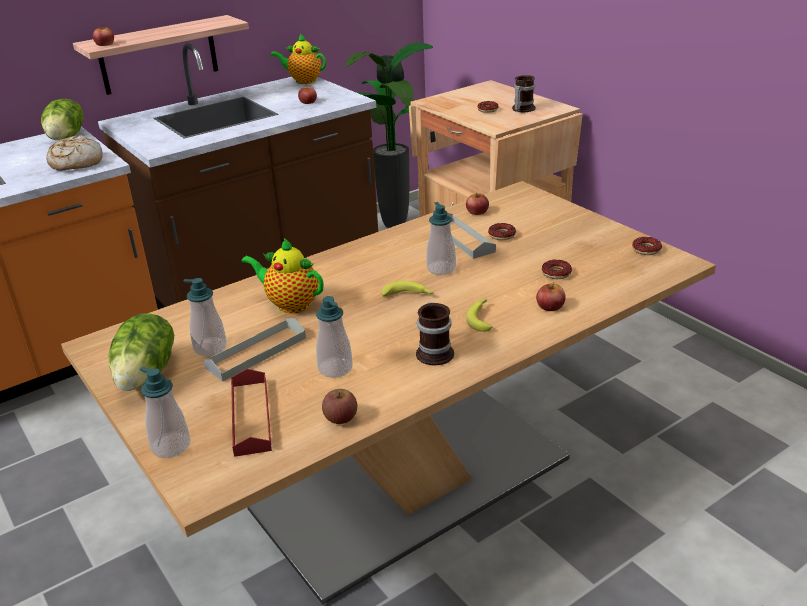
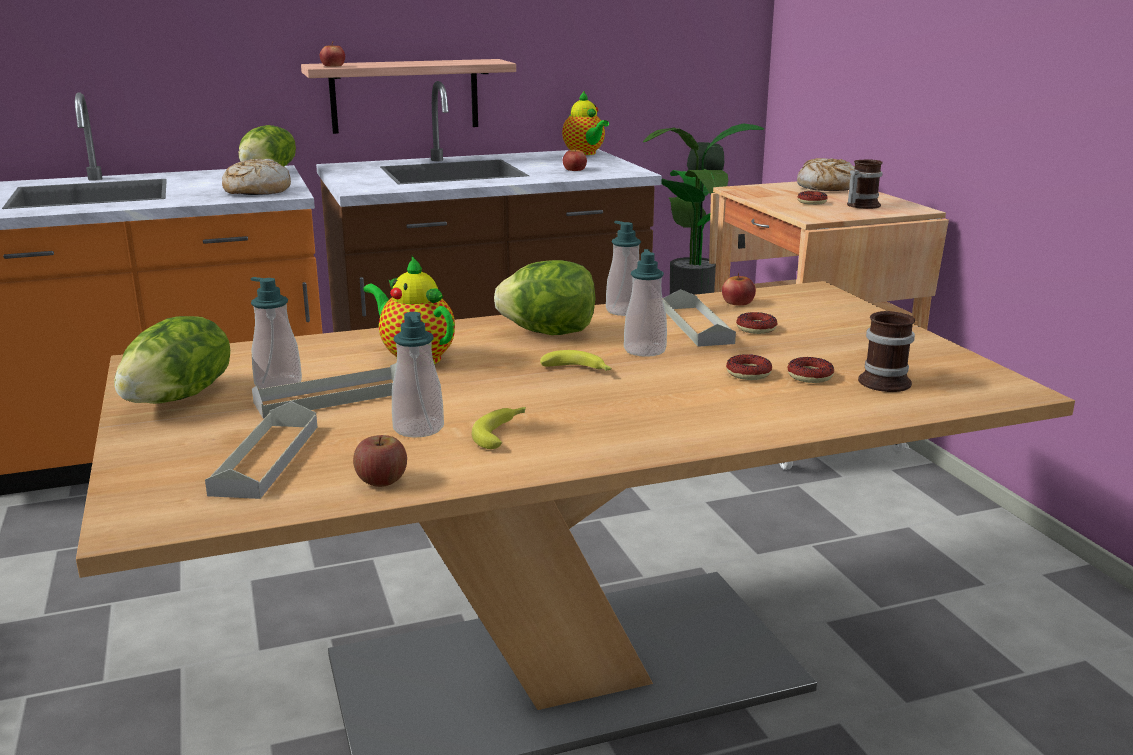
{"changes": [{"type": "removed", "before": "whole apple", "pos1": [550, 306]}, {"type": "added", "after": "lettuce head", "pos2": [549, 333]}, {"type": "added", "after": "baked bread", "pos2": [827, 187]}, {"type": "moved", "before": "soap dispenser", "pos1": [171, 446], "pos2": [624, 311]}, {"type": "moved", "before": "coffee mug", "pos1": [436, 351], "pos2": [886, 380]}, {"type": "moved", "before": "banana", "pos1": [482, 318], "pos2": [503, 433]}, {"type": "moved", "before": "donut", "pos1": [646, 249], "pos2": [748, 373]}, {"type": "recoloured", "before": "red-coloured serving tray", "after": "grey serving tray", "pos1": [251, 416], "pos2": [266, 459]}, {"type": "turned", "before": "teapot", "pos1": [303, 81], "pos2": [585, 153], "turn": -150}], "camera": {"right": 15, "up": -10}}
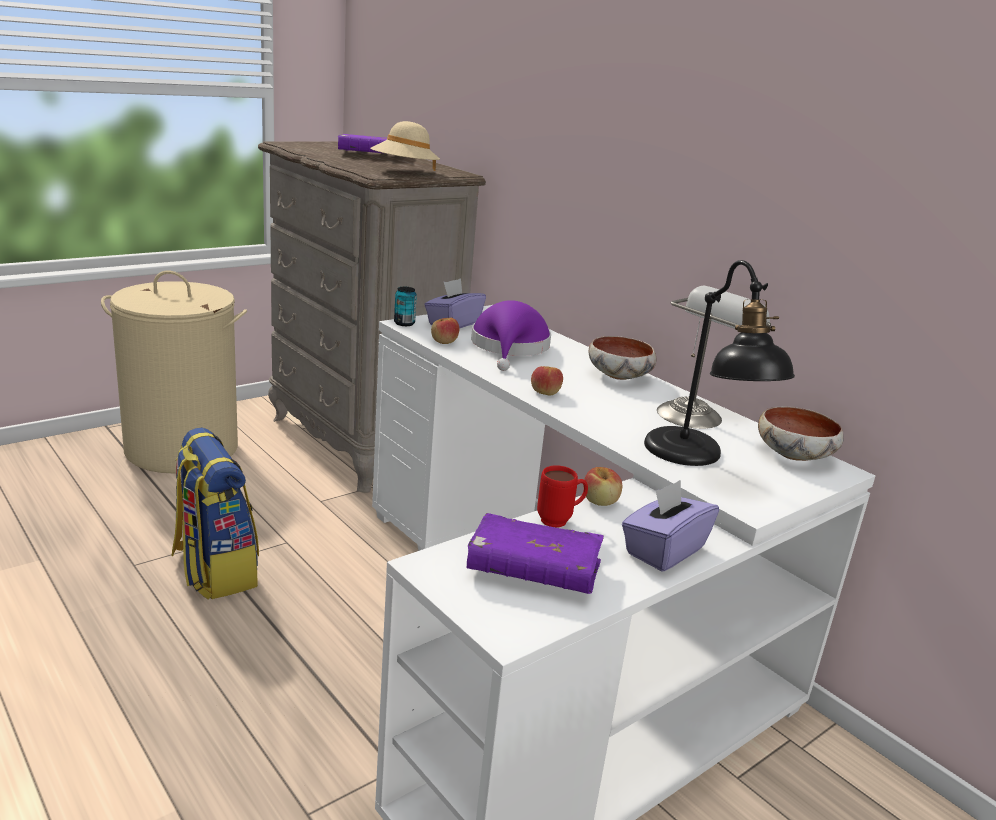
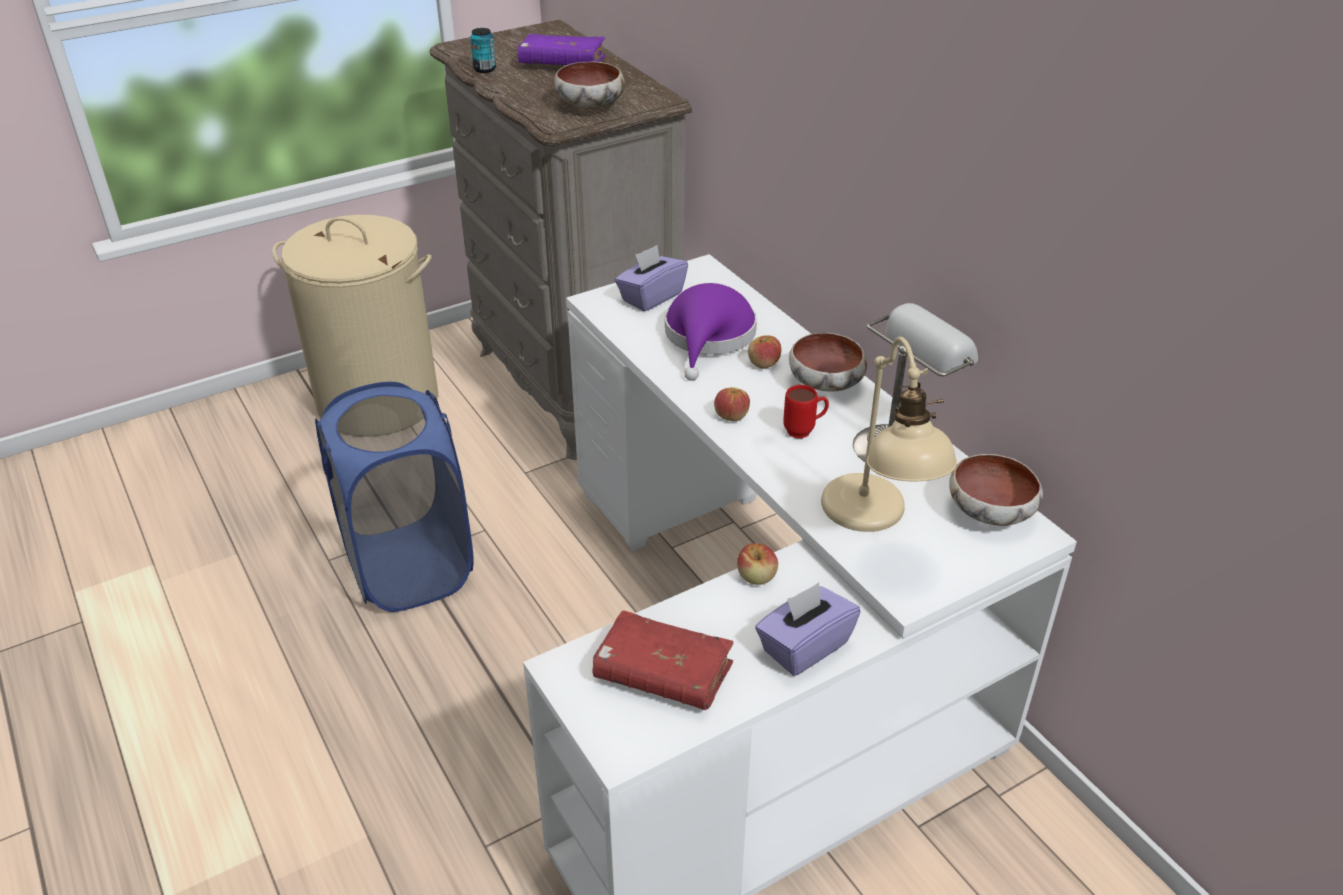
{"changes": [{"type": "moved", "before": "can", "pos1": [404, 323], "pos2": [484, 69]}, {"type": "moved", "before": "whole apple", "pos1": [444, 342], "pos2": [763, 363]}, {"type": "moved", "before": "red-coloured coffee mug", "pos1": [560, 520], "pos2": [804, 431]}, {"type": "replaced", "before": "backpack", "after": "bluish washing basket", "pos1": [214, 570], "pos2": [408, 567]}, {"type": "replaced", "before": "beige-coloured hat", "after": "deep dish", "pos1": [404, 171], "pos2": [591, 106]}, {"type": "recoloured", "before": "purplish book", "after": "red-coloured book", "pos1": [533, 570], "pos2": [662, 673]}, {"type": "recoloured", "before": "black-coloured table lamp", "after": "beige-coloured table lamp", "pos1": [703, 463], "pos2": [878, 528]}], "camera": {"right": 10, "up": 15}}
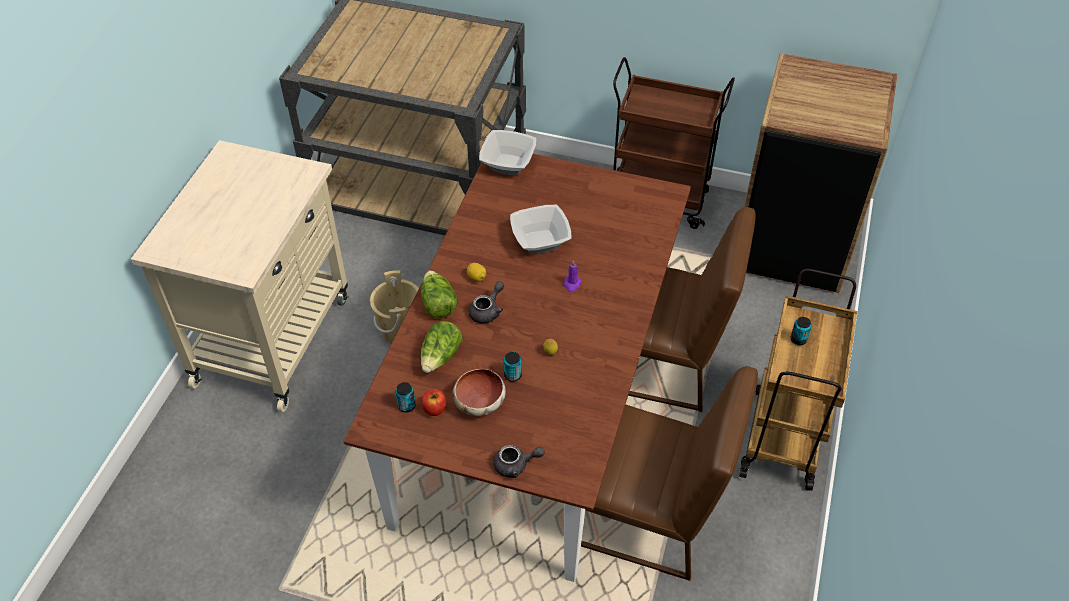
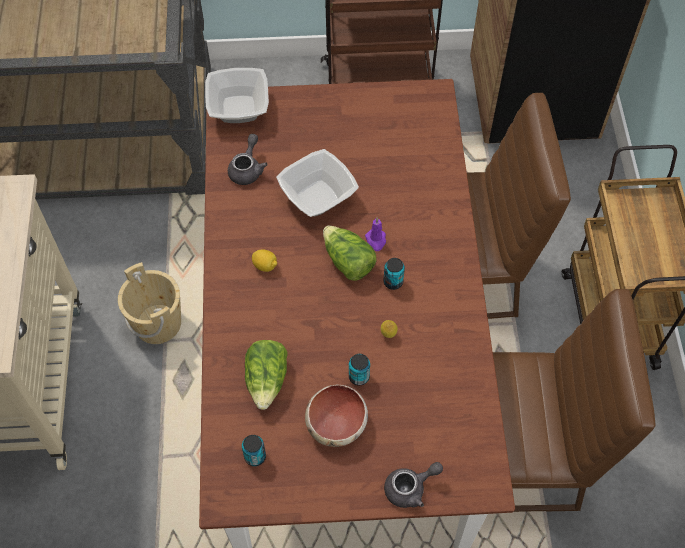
{"changes": [{"type": "removed", "before": "whole apple", "pos1": [434, 409]}, {"type": "moved", "before": "lettuce head", "pos1": [437, 304], "pos2": [347, 261]}, {"type": "moved", "before": "grey teapot", "pos1": [487, 311], "pos2": [247, 169]}, {"type": "moved", "before": "can", "pos1": [798, 339], "pos2": [393, 282]}], "camera": {"right": -20, "up": 10}}
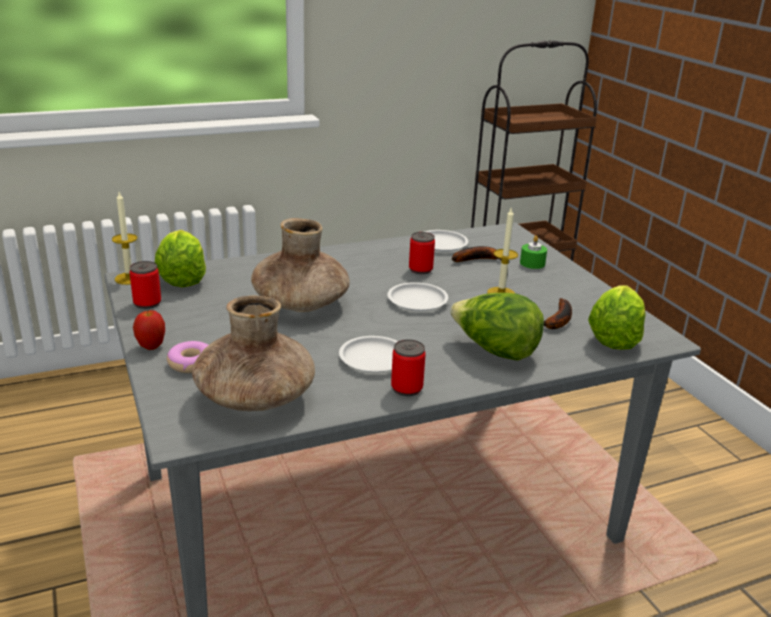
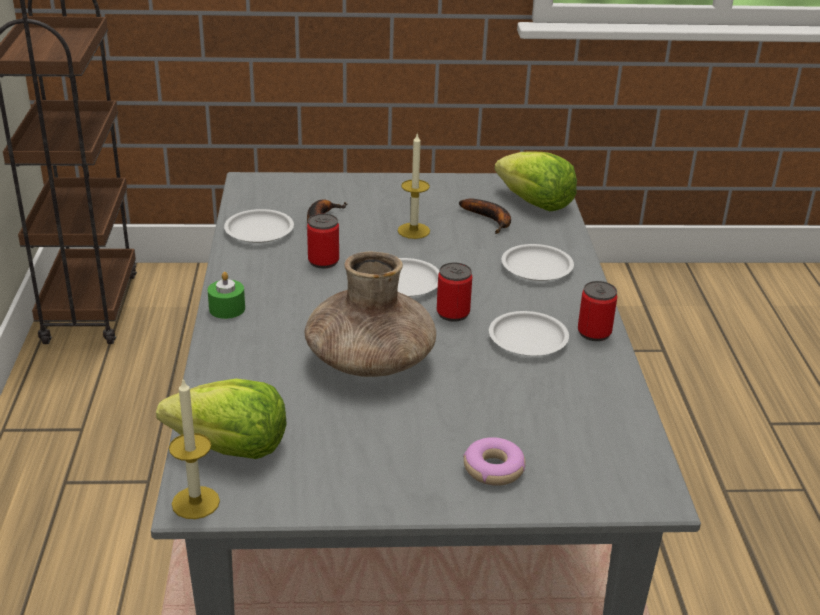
{"changes": [{"type": "removed", "before": "whole apple", "pos1": [151, 347]}, {"type": "removed", "before": "brown-coloured vase", "pos1": [255, 397]}, {"type": "moved", "before": "can", "pos1": [147, 303], "pos2": [453, 313]}, {"type": "moved", "before": "green candle", "pos1": [532, 263], "pos2": [227, 308]}, {"type": "replaced", "before": "lettuce head", "after": "white-coloured flat dish", "pos1": [494, 351], "pos2": [537, 267]}], "camera": {"right": -70, "up": 5}}
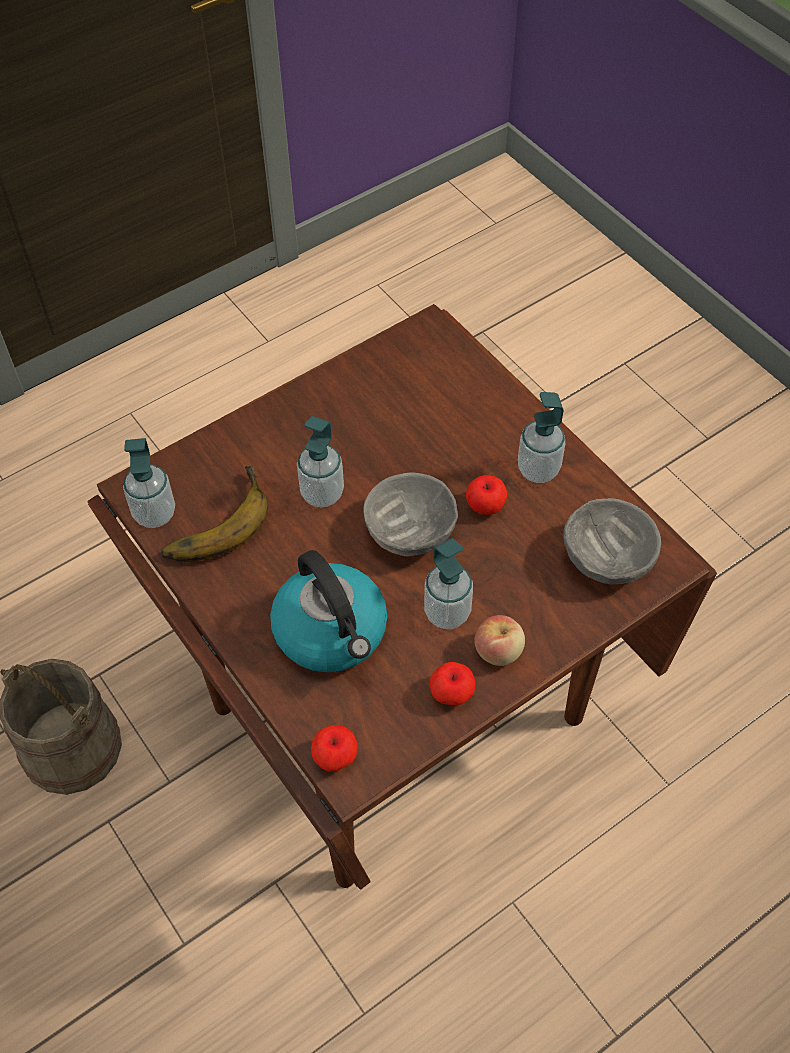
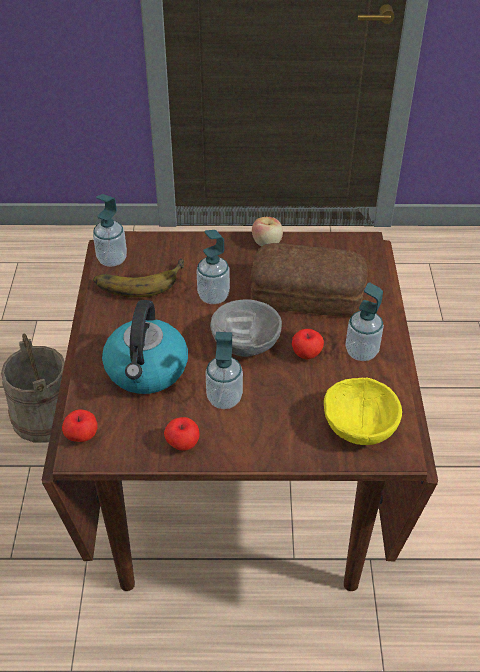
{"changes": [{"type": "added", "after": "baked bread", "pos2": [308, 295]}, {"type": "moved", "before": "whole apple", "pos1": [498, 651], "pos2": [267, 243]}, {"type": "recoloured", "before": "grey deep dish", "after": "yellowish deep dish", "pos1": [607, 559], "pos2": [358, 426]}], "camera": {"right": 35, "up": -10}}
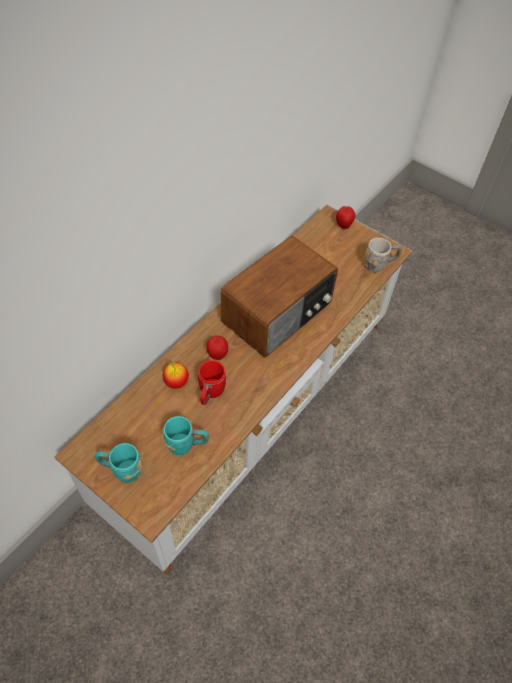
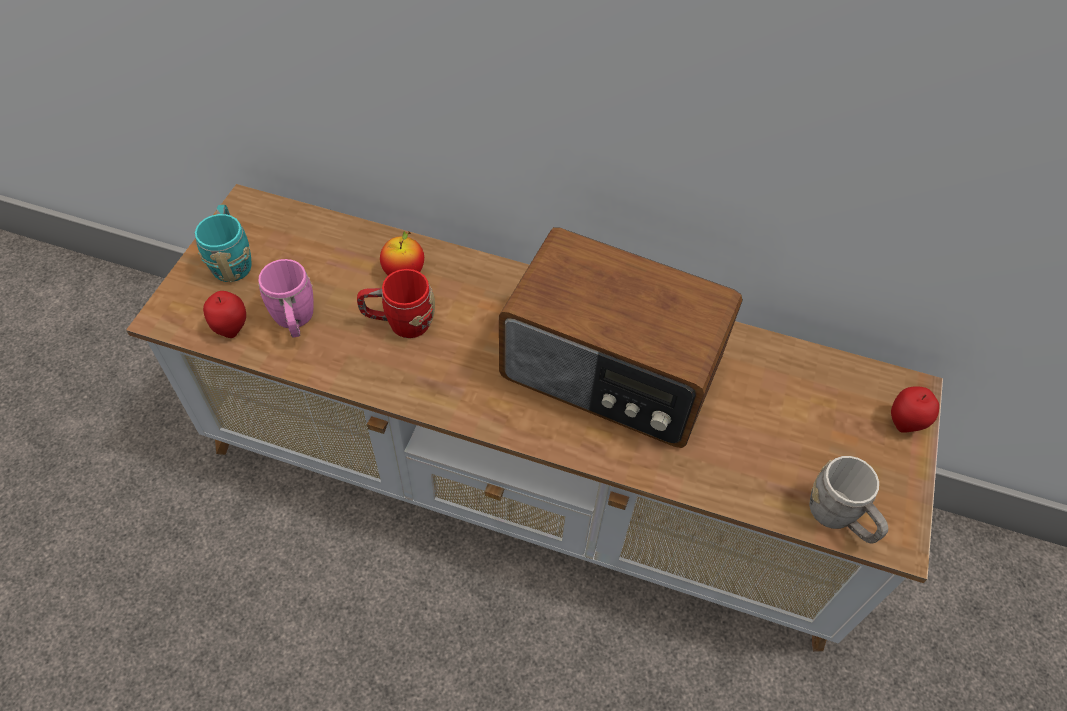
{"changes": [{"type": "moved", "before": "whole apple", "pos1": [217, 355], "pos2": [231, 329]}, {"type": "recoloured", "before": "blue-green coffee mug", "after": "pink-coloured coffee mug", "pos1": [186, 444], "pos2": [295, 321]}], "camera": {"right": 70, "up": 0}}
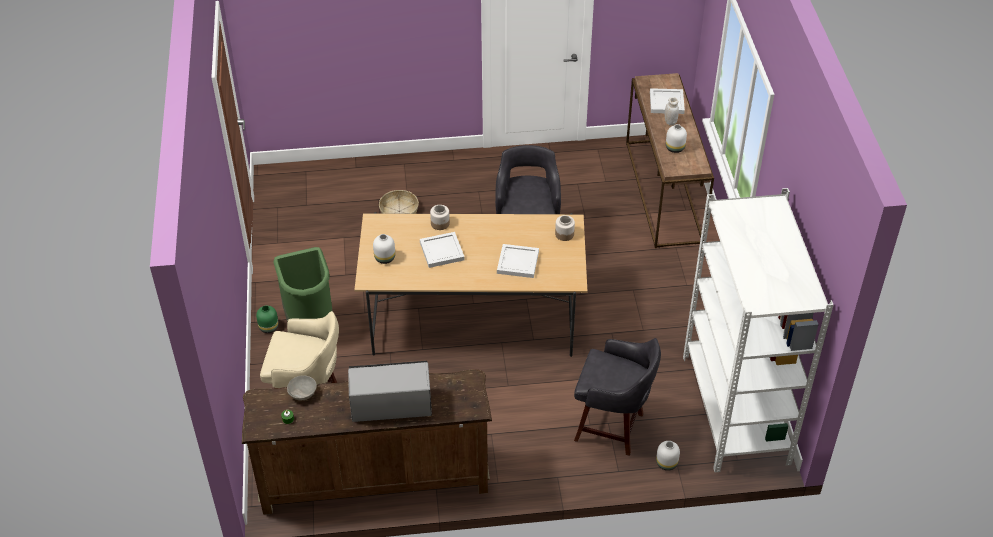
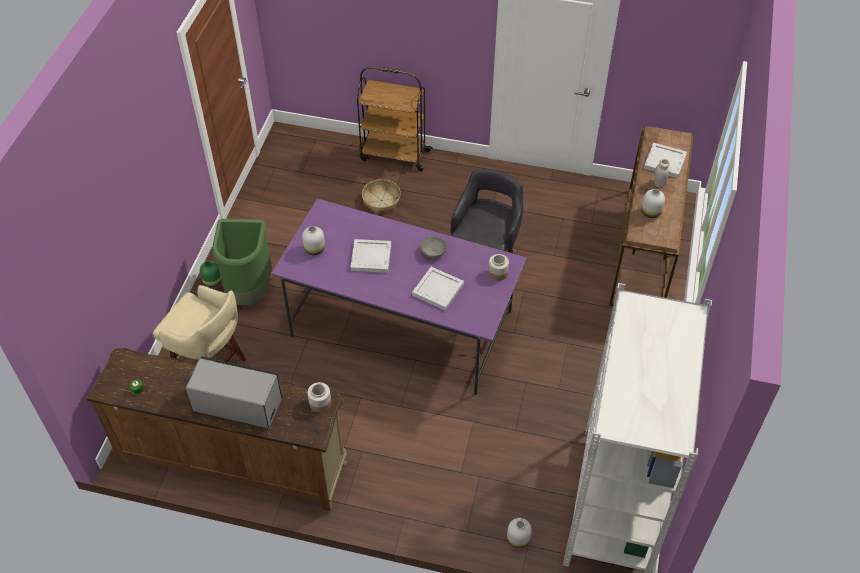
{"changes": [{"type": "removed", "before": "grey sitting stool", "pos1": [612, 428]}, {"type": "added", "after": "brown-coloured trolley", "pos2": [394, 155]}, {"type": "moved", "before": "grey deep dish", "pos1": [303, 393], "pos2": [434, 252]}, {"type": "moved", "before": "storage jar", "pos1": [440, 223], "pos2": [320, 403]}, {"type": "recoloured", "before": "beige-coloured kitchen table", "after": "purplish kitchen table", "pos1": [473, 314], "pos2": [401, 323]}], "camera": {"right": 20, "up": 5}}
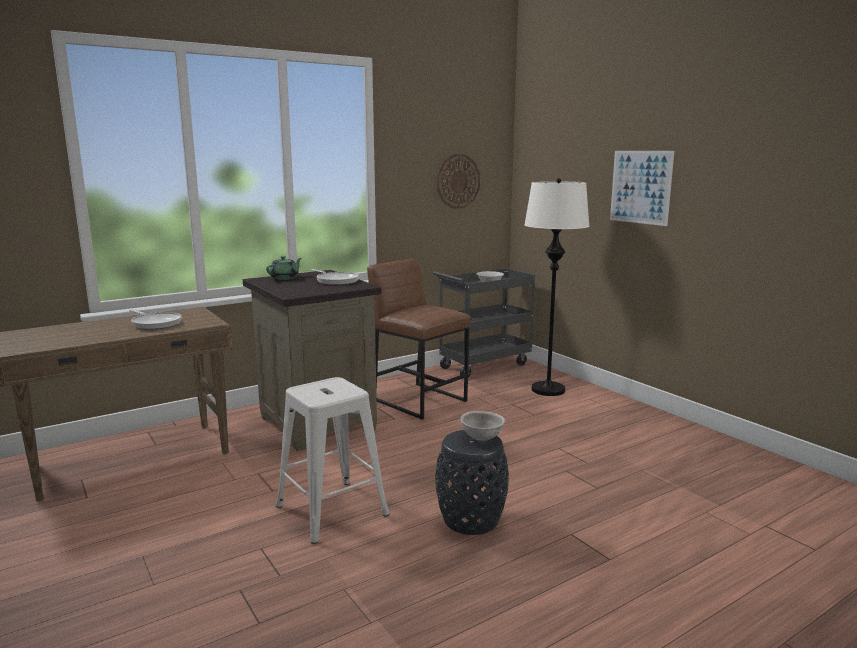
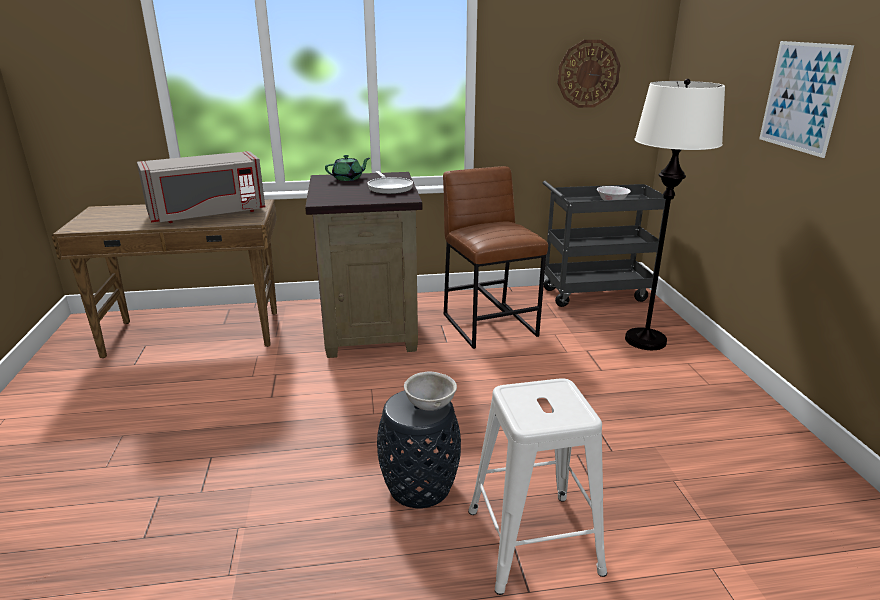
{"changes": [{"type": "moved", "before": "white-coloured sitting stool", "pos1": [331, 510], "pos2": [533, 541]}, {"type": "replaced", "before": "pan", "after": "grey microwave oven", "pos1": [155, 323], "pos2": [208, 214]}], "camera": {"right": 25, "up": 10}}
